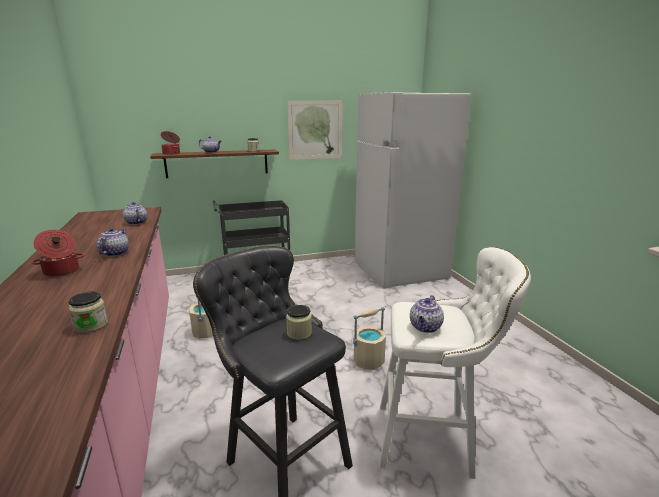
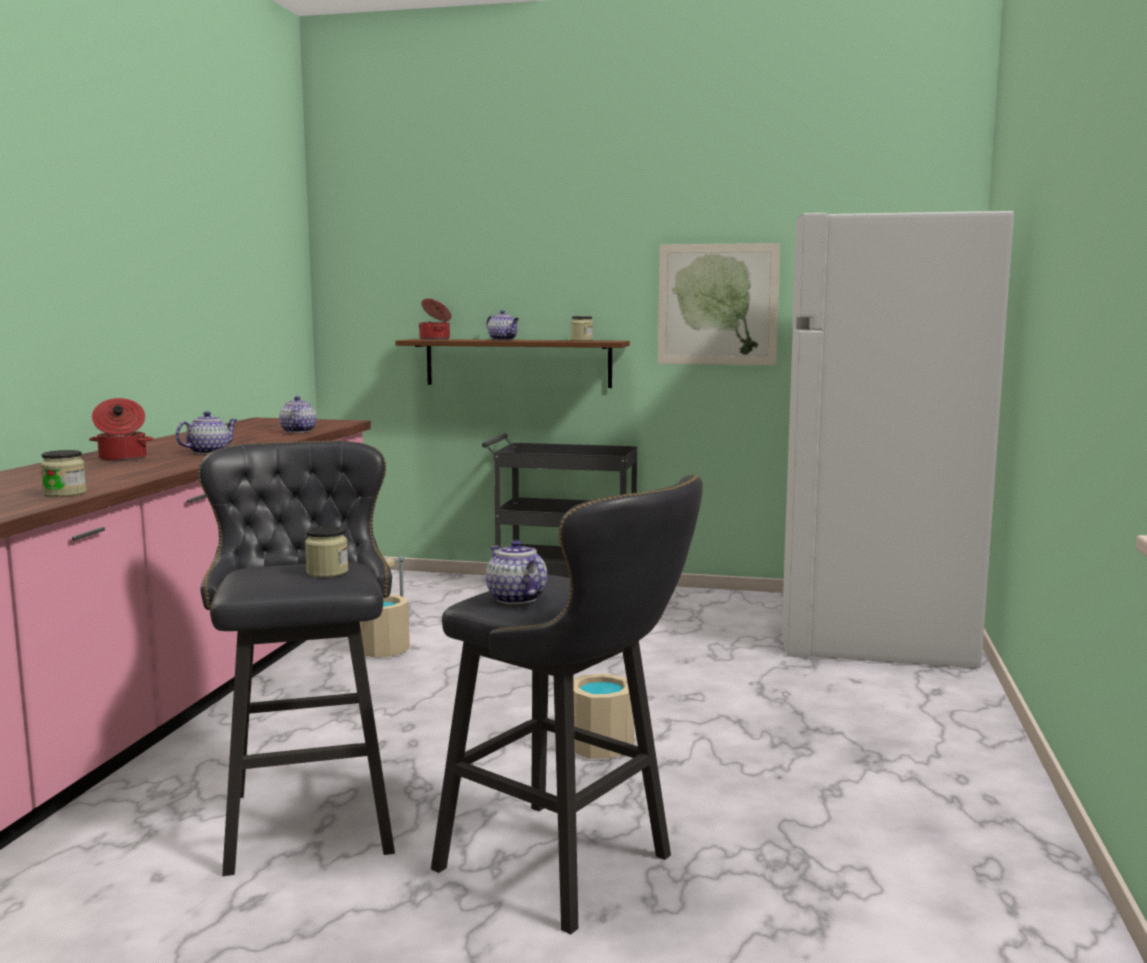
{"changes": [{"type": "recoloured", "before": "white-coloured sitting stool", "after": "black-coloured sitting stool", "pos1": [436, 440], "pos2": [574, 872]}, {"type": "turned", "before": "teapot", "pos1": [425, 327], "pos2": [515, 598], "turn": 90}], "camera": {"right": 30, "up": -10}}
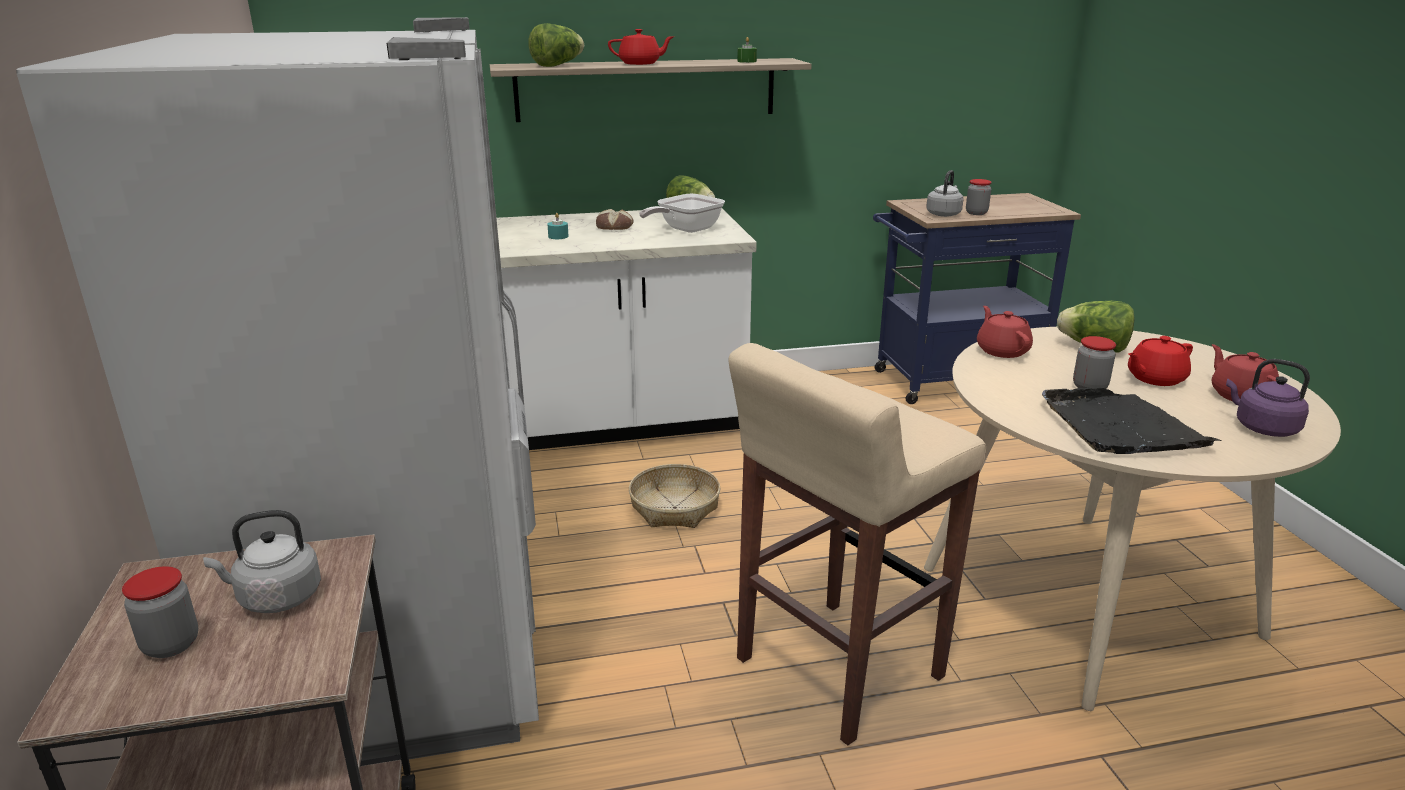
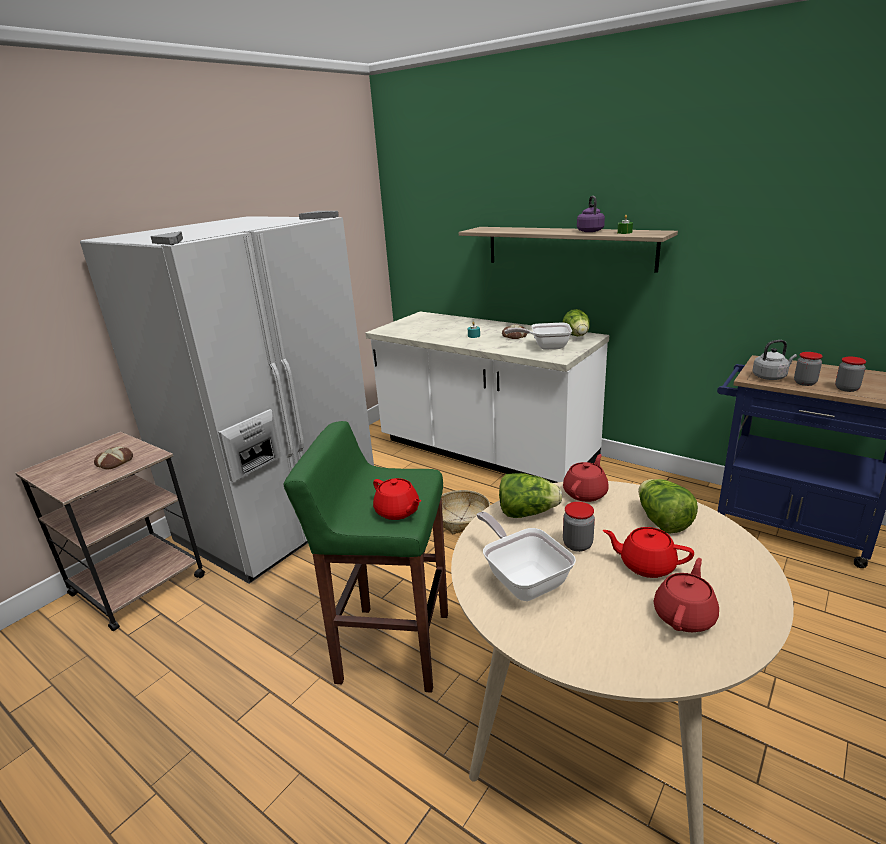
{"changes": [{"type": "moved", "before": "storage jar", "pos1": [171, 644], "pos2": [846, 388]}, {"type": "moved", "before": "lettuce head", "pos1": [557, 65], "pos2": [527, 513]}, {"type": "moved", "before": "red-coloured teapot", "pos1": [640, 63], "pos2": [397, 511]}, {"type": "moved", "before": "purplish tea kettle", "pos1": [1262, 428], "pos2": [589, 231]}, {"type": "replaced", "before": "grey tea kettle", "after": "baked bread", "pos1": [275, 598], "pos2": [114, 462]}, {"type": "replaced", "before": "black-coloured serving tray", "after": "pan", "pos1": [1120, 427], "pos2": [523, 579]}, {"type": "recoloured", "before": "beige-coloured sitting stool", "after": "green sitting stool", "pos1": [836, 669], "pos2": [392, 647]}], "camera": {"right": 50, "up": 0}}
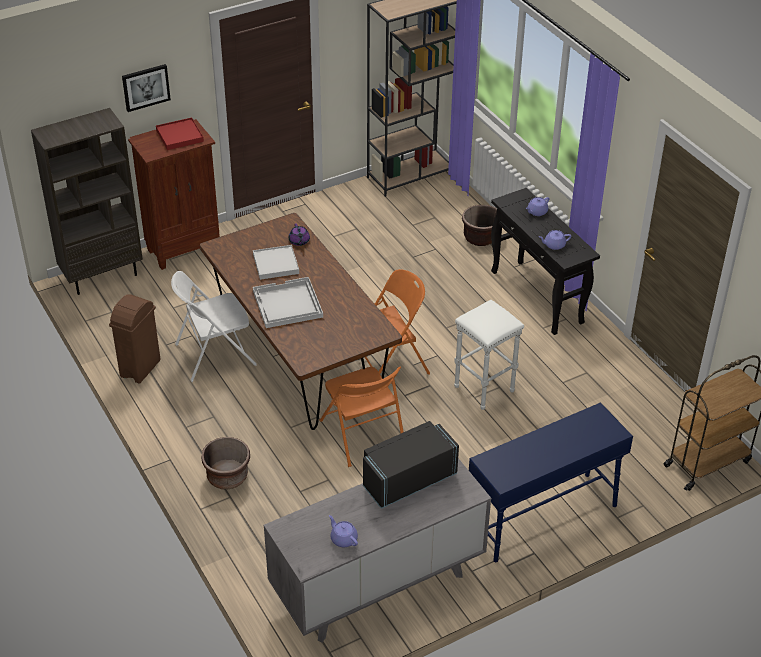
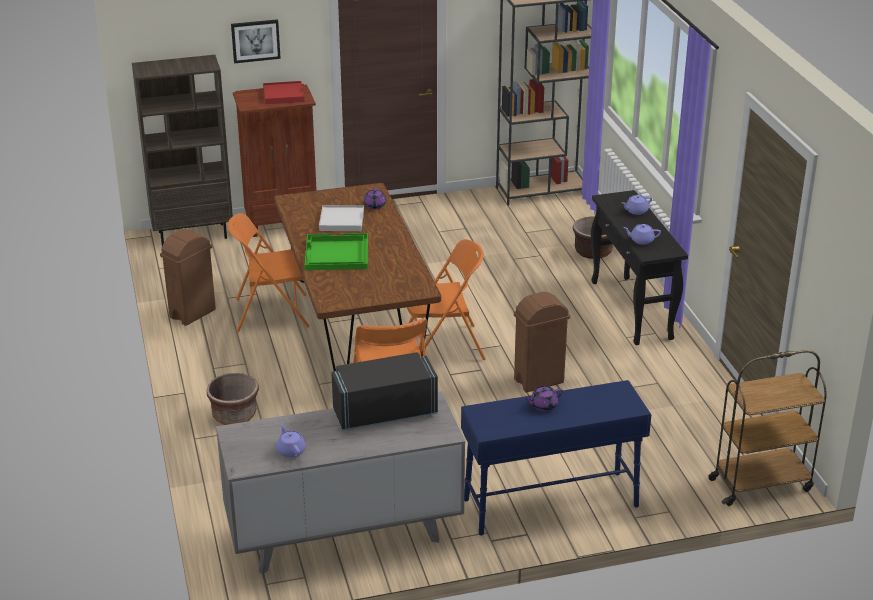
{"changes": [{"type": "added", "after": "purplish teapot", "pos2": [543, 406]}, {"type": "replaced", "before": "white-coloured sitting stool", "after": "brown-coloured waste bin", "pos1": [485, 388], "pos2": [539, 381]}, {"type": "recoloured", "before": "white-coloured chair", "after": "orangey chair", "pos1": [215, 354], "pos2": [272, 312]}, {"type": "recoloured", "before": "white-coloured serving tray", "after": "green serving tray", "pos1": [287, 304], "pos2": [336, 254]}], "camera": {"right": 15, "up": -10}}
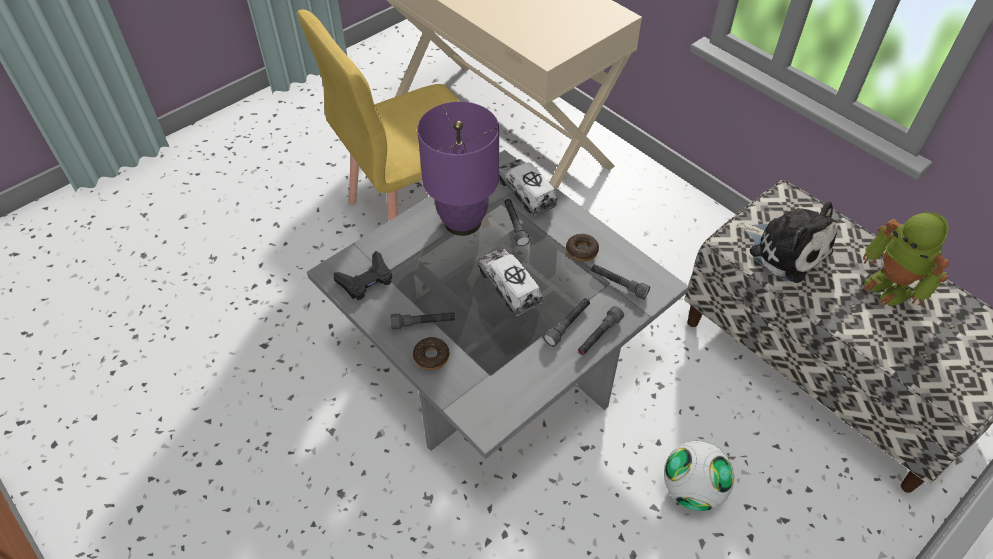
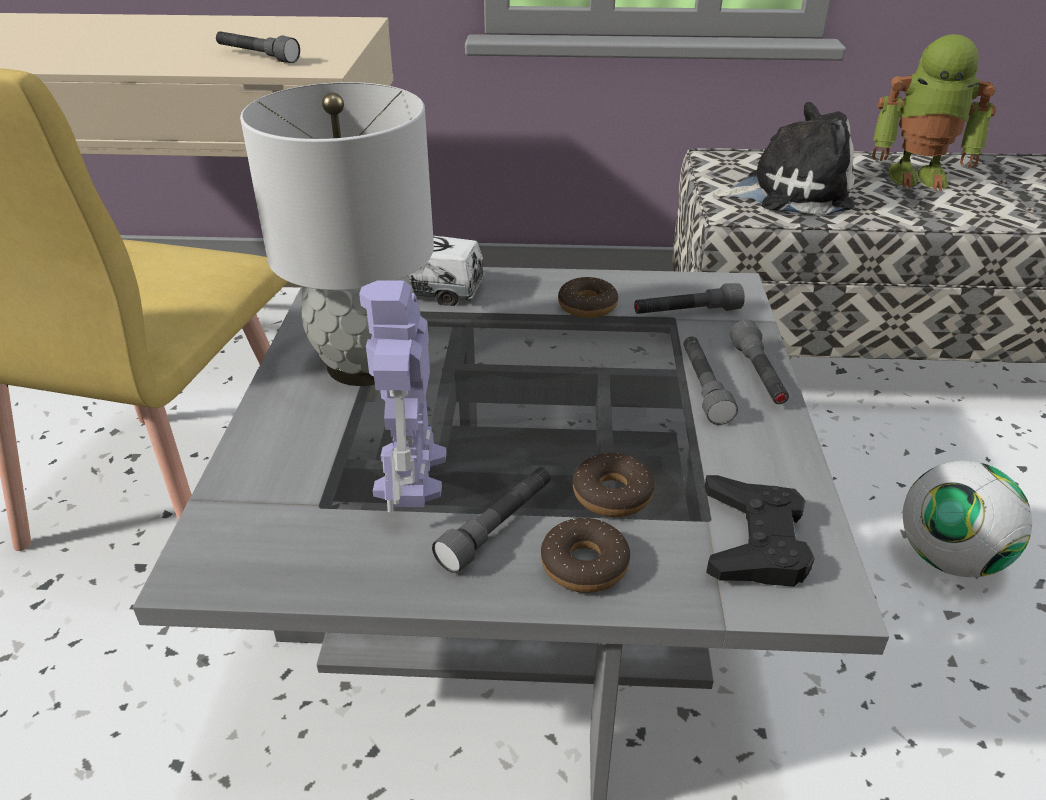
{"changes": [{"type": "removed", "before": "model truck", "pos1": [509, 287]}, {"type": "added", "after": "model robot", "pos2": [410, 476]}, {"type": "added", "after": "donut", "pos2": [612, 494]}, {"type": "moved", "before": "black-coloured gamepad", "pos1": [366, 280], "pos2": [754, 541]}, {"type": "moved", "before": "grey torch", "pos1": [515, 225], "pos2": [257, 56]}, {"type": "recoloured", "before": "purplish table lamp", "after": "white-coloured table lamp", "pos1": [462, 221], "pos2": [365, 364]}], "camera": {"right": -45, "up": -15}}
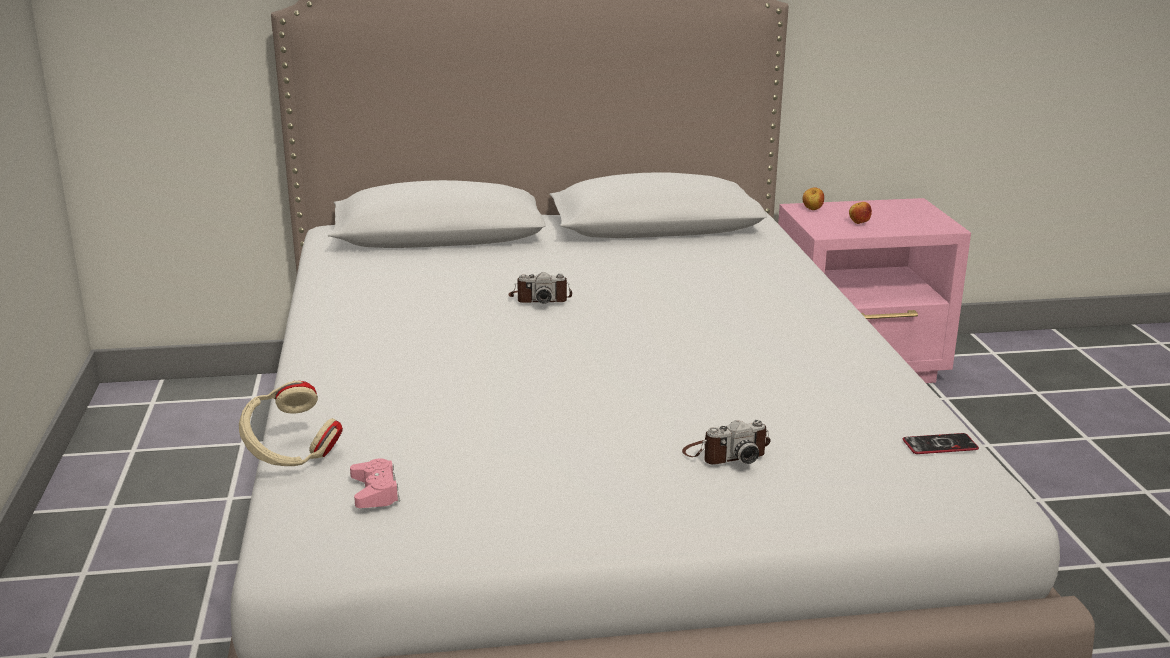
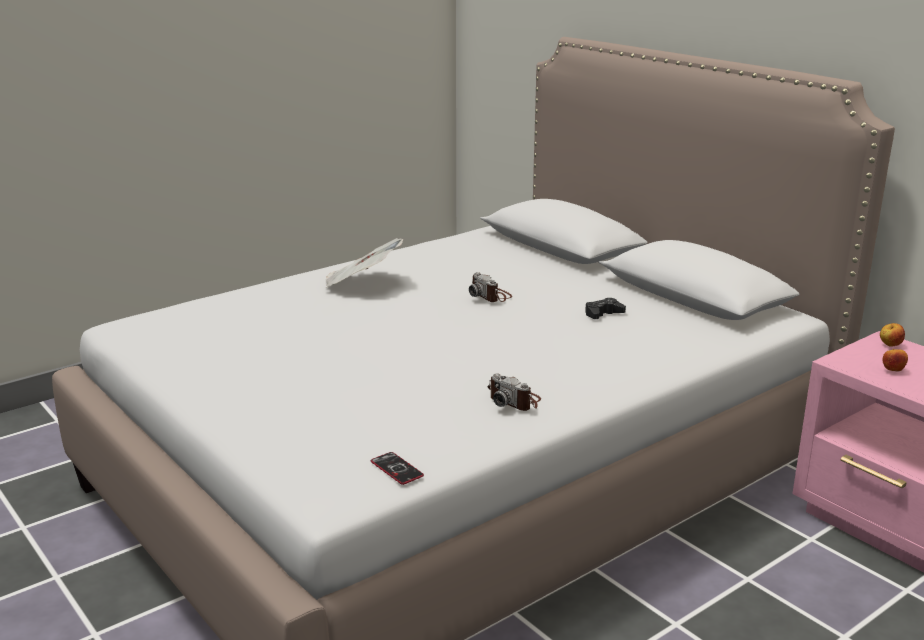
{"changes": [{"type": "removed", "before": "beige-coloured pair of headphones", "pos1": [291, 457]}, {"type": "removed", "before": "pink-coloured gamepad", "pos1": [375, 492]}, {"type": "added", "after": "daily paper", "pos2": [361, 284]}, {"type": "added", "after": "black-coloured gamepad", "pos2": [603, 314]}, {"type": "moved", "before": "still camera", "pos1": [726, 453], "pos2": [514, 401]}], "camera": {"right": 60, "up": 0}}
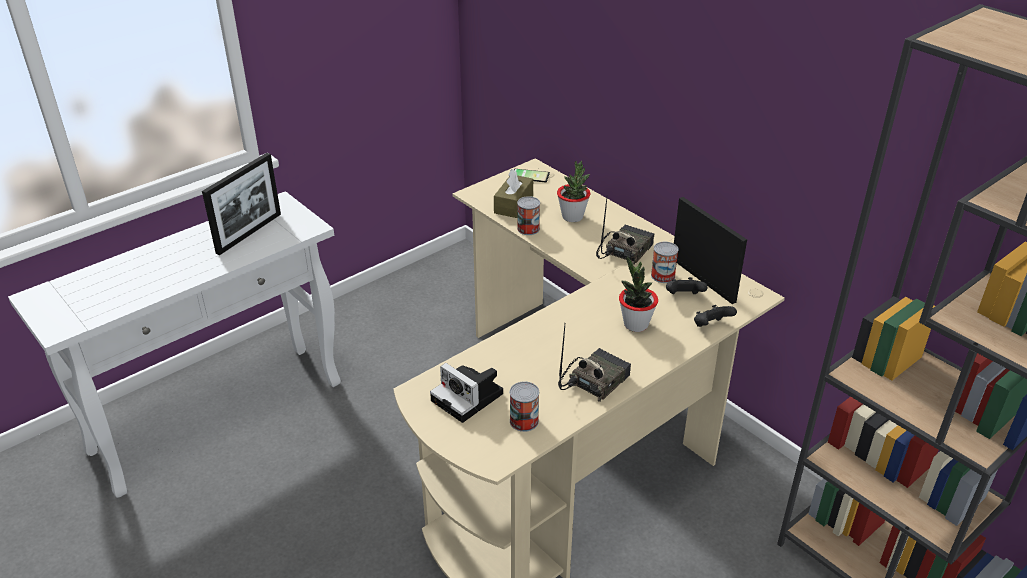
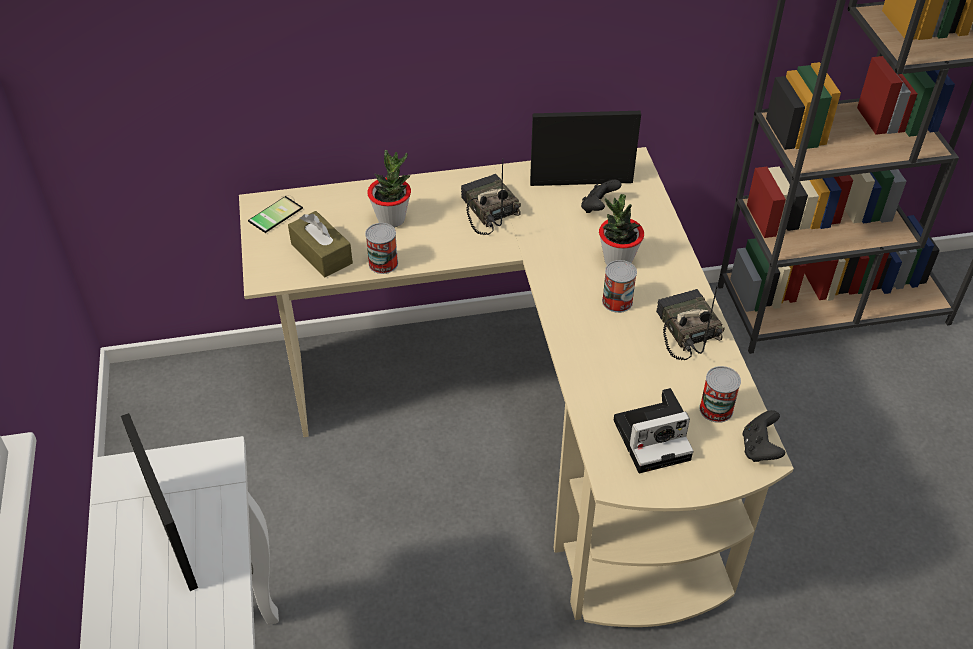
{"changes": [{"type": "moved", "before": "can", "pos1": [663, 276], "pos2": [617, 301]}, {"type": "moved", "before": "black-coloured gamepad", "pos1": [711, 326], "pos2": [759, 449]}], "camera": {"right": -60, "up": 10}}
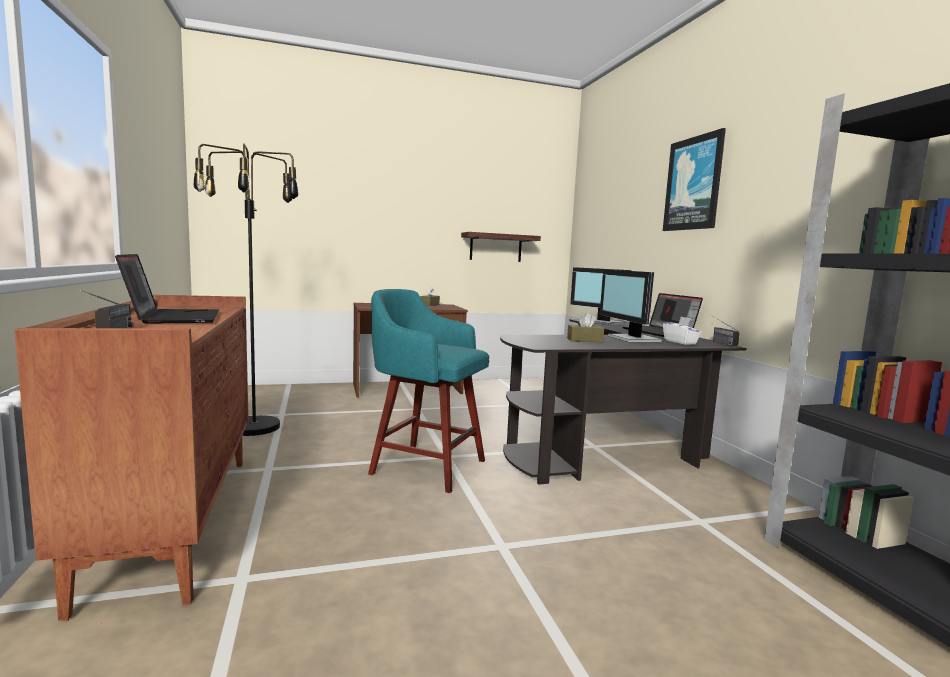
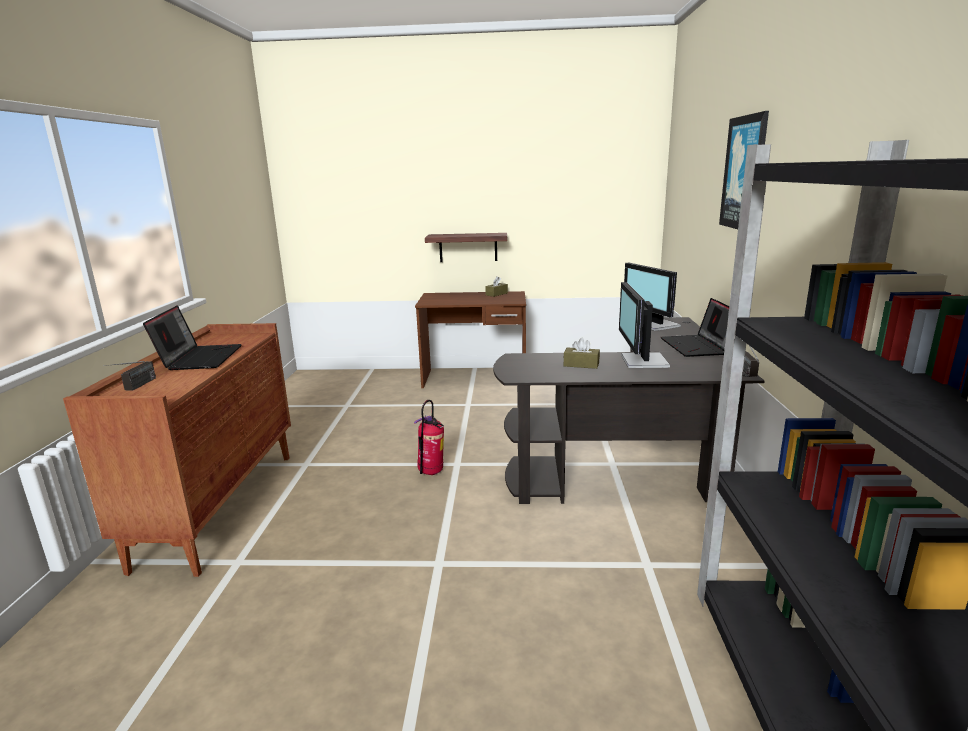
{"changes": [{"type": "removed", "before": "floor lamp", "pos1": [253, 428]}, {"type": "removed", "before": "white-coloured tissue box", "pos1": [680, 342]}, {"type": "moved", "before": "wall shelf", "pos1": [495, 247], "pos2": [468, 247]}, {"type": "replaced", "before": "blue-green sitting stool", "after": "extinguisher", "pos1": [425, 466], "pos2": [431, 473]}], "camera": {"right": 20, "up": 10}}
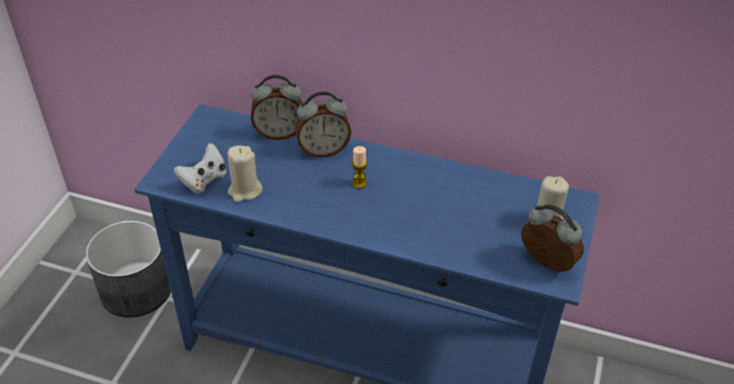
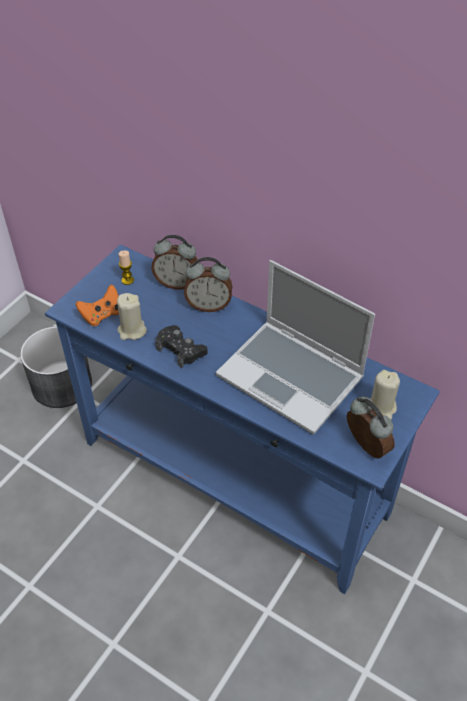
{"changes": [{"type": "added", "after": "black-coloured gamepad", "pos2": [181, 350]}, {"type": "added", "after": "portable computer", "pos2": [292, 377]}, {"type": "moved", "before": "candle", "pos1": [359, 183], "pos2": [127, 280]}, {"type": "recoloured", "before": "white-coloured gamepad", "after": "orangey gamepad", "pos1": [204, 180], "pos2": [102, 315]}], "camera": {"right": 15, "up": 5}}
